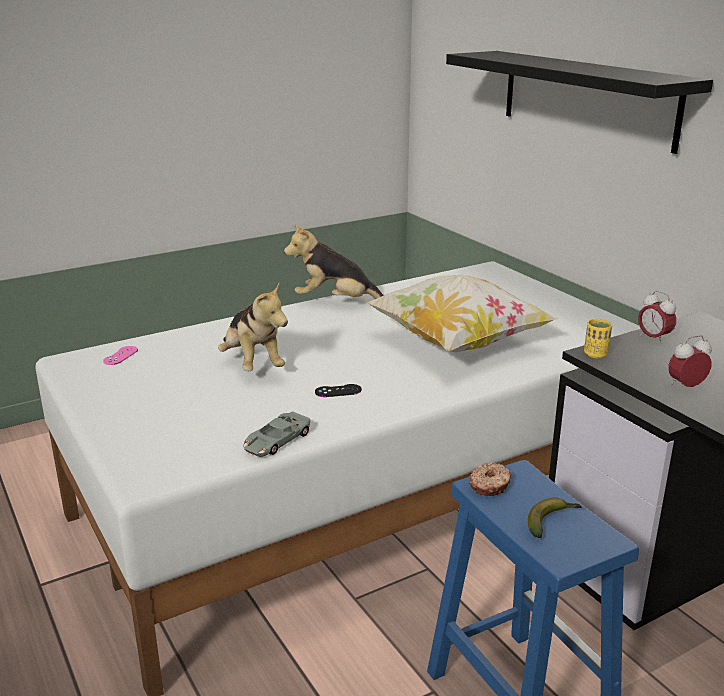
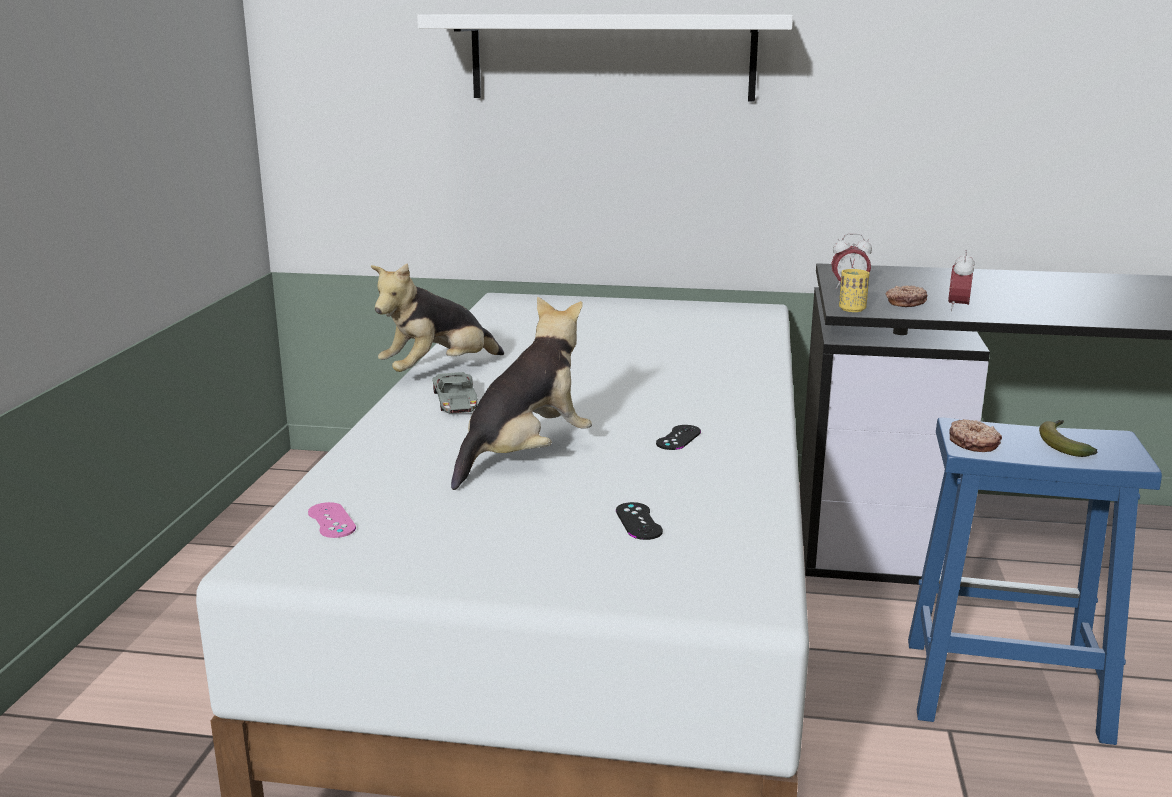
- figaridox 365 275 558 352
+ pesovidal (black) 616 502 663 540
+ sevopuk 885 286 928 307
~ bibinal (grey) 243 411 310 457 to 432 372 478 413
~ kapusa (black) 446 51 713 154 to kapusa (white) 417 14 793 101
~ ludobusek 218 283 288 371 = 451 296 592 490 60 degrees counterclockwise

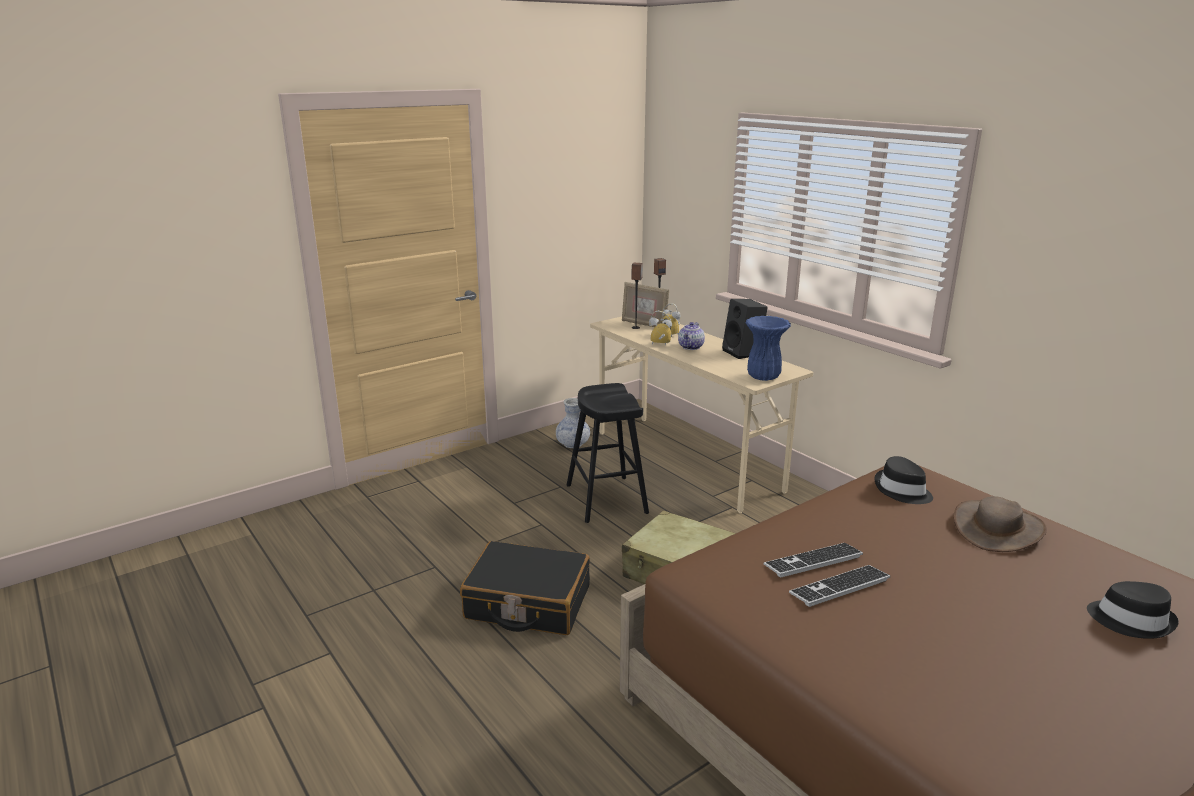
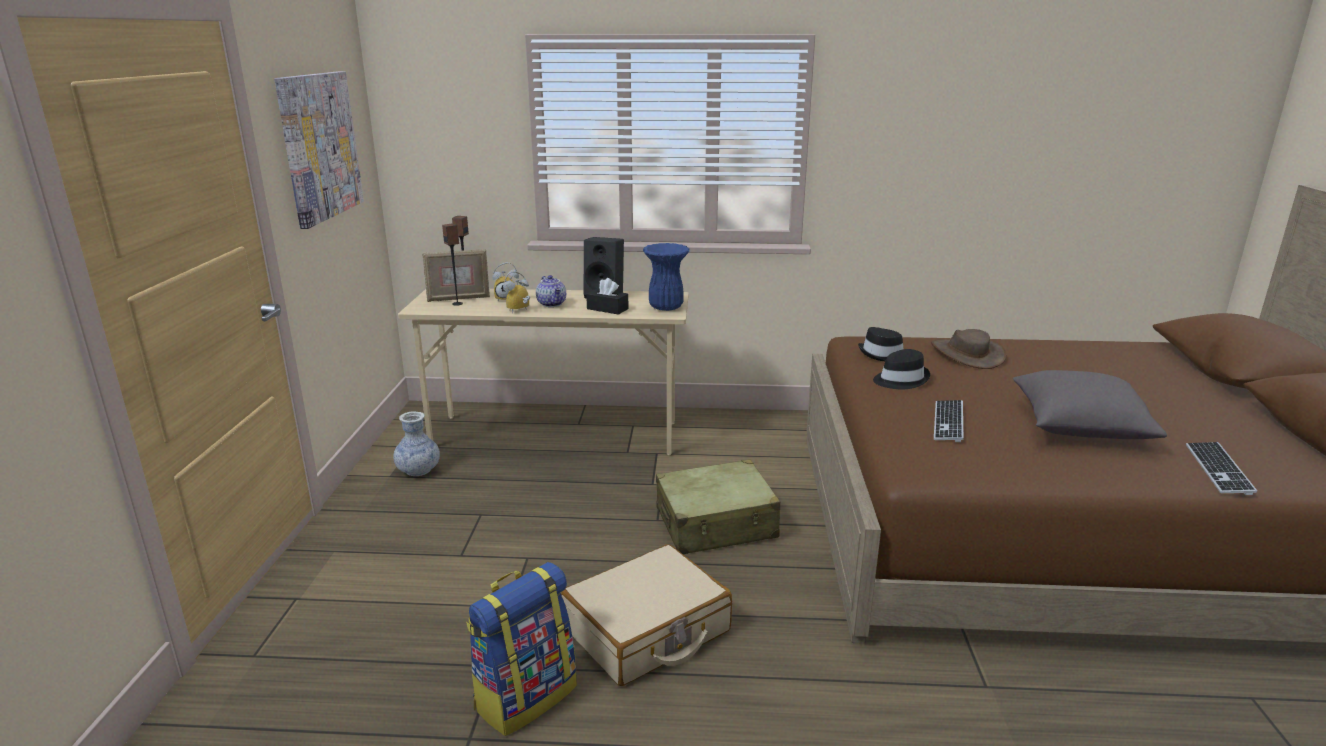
- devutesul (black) 566 383 649 523
+ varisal 274 71 364 229
+ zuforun 466 562 577 736
+ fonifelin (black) 586 278 629 315
+ figaridox (grey) 1013 370 1167 439
~ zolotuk 789 565 890 607 to 1186 442 1257 495
~ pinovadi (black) 1087 581 1179 639 to 873 349 930 389
~ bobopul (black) 460 541 590 635 to bobopul (beige) 561 544 732 686

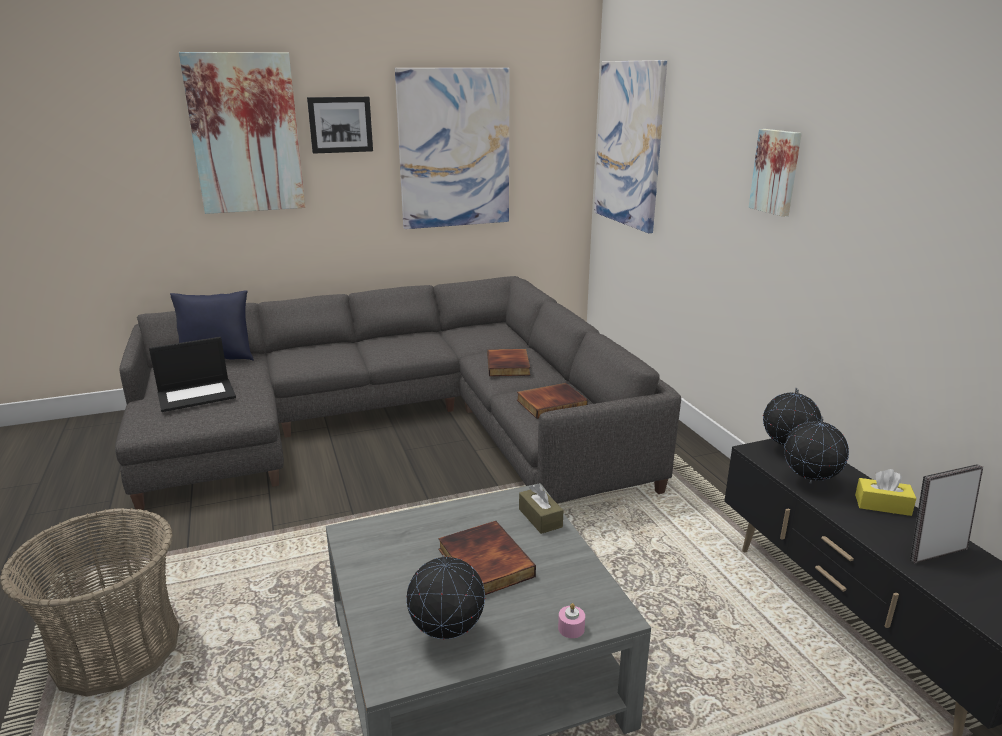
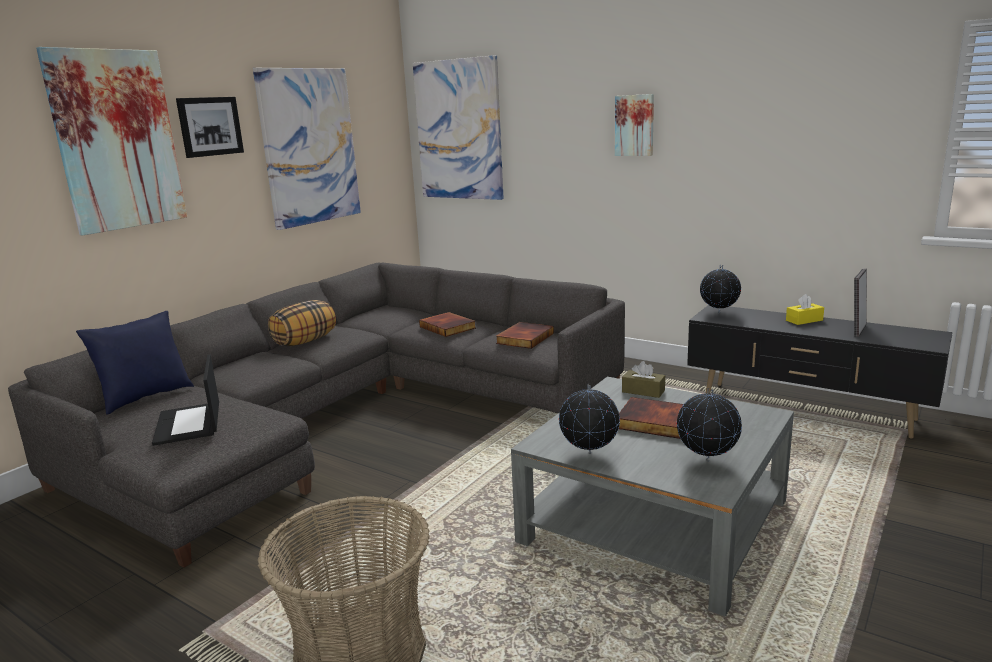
- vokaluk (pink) 558 603 585 638
+ figaridox 268 300 336 346
~ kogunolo 784 417 849 484 to 559 384 620 454
~ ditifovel 149 337 236 412 = 152 354 219 446 135 degrees clockwise

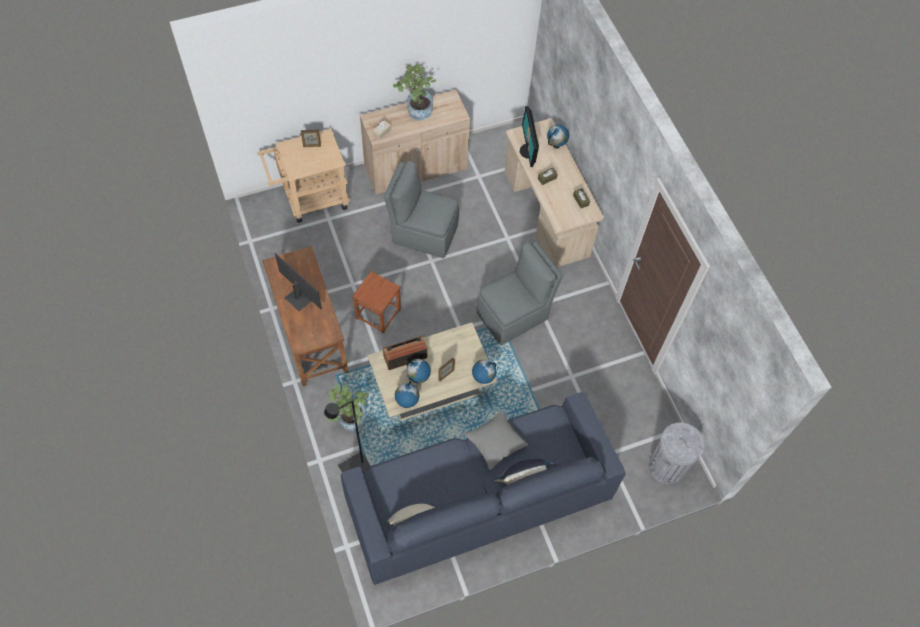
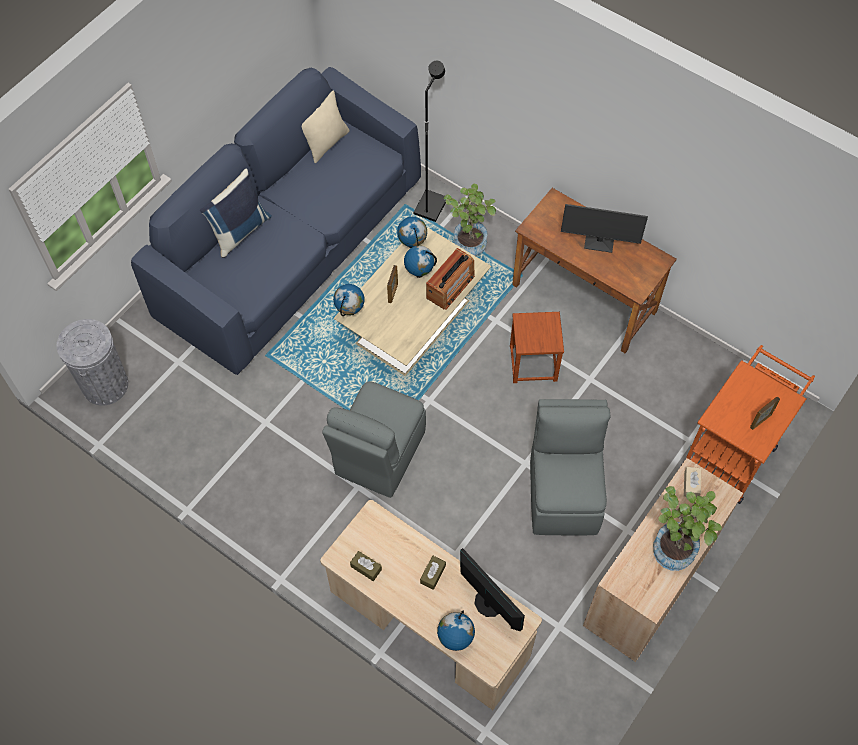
- figaridox (grey) 465 411 528 470
~ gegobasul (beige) 257 129 350 223 to gegobasul (orange) 682 345 815 504
~ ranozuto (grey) 384 161 459 258 = 530 399 610 535 75 degrees counterclockwise

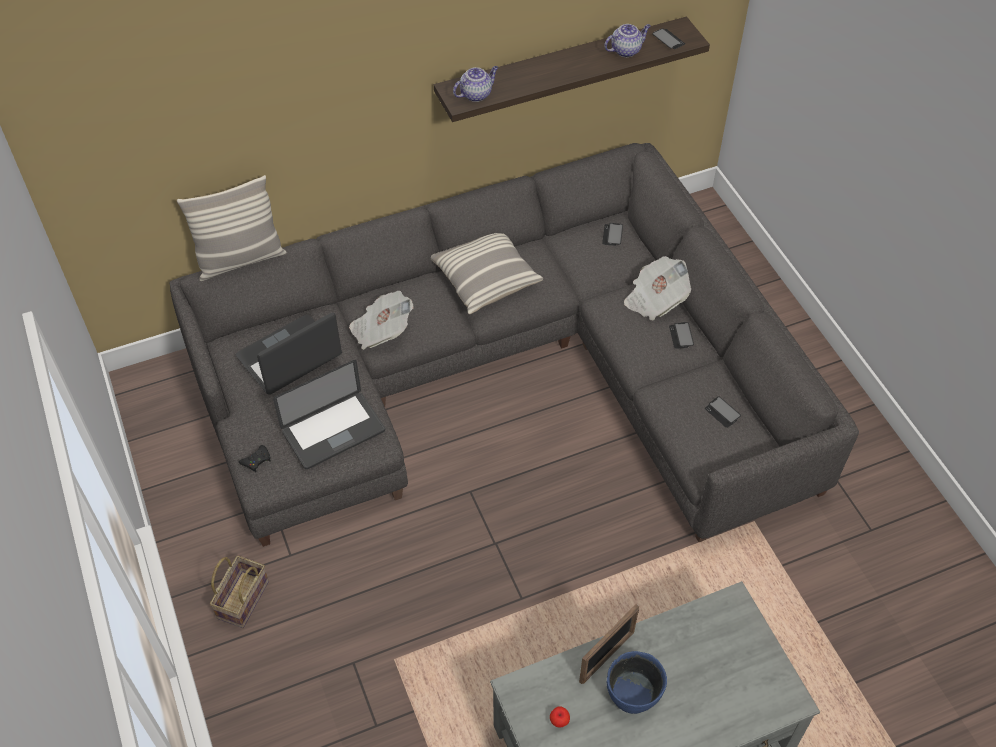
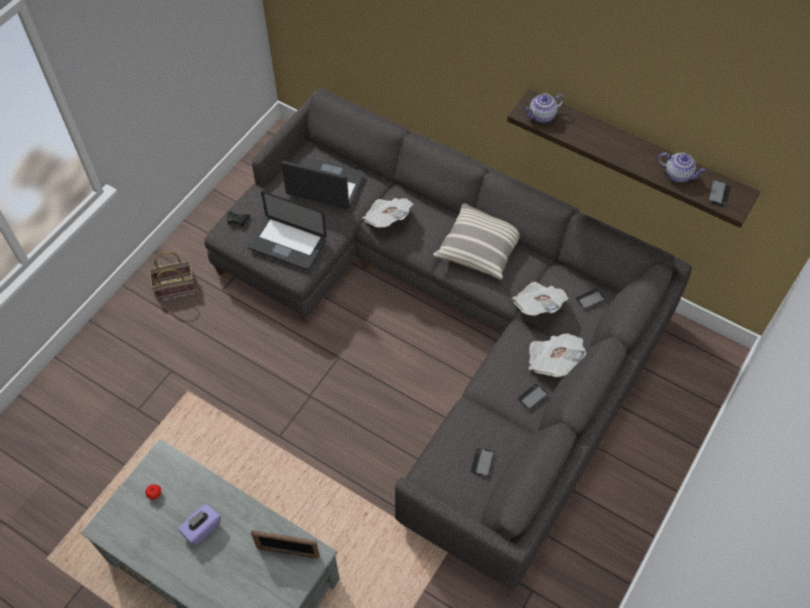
- figaridox 177 175 287 281
+ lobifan 512 282 568 316
~ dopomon 579 604 639 684 to 251 530 320 559
~ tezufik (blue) 607 651 667 714 to fonifelin (purple) 178 503 221 545
~ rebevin 453 66 498 102 = 523 94 564 123 135 degrees clockwise

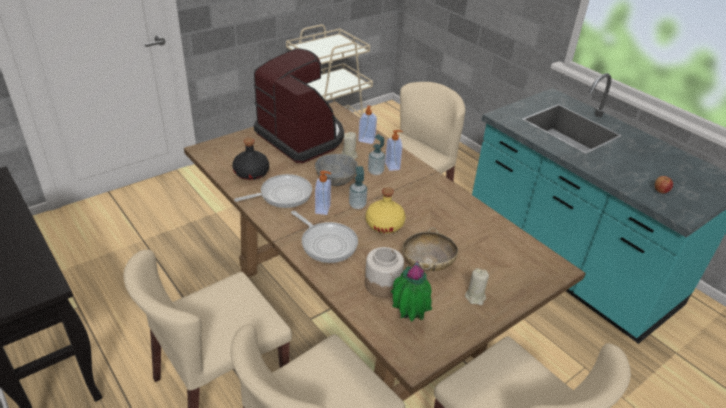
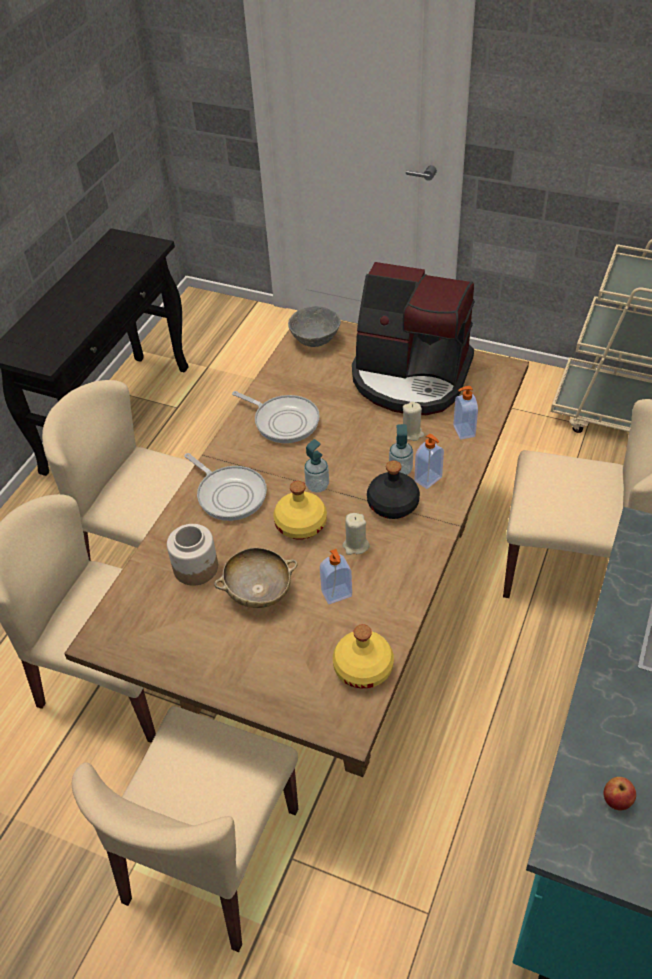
- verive 391 261 432 321
+ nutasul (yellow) 333 624 394 688
~ nutasul (black) 232 138 269 180 to 367 461 420 519
~ tezufik (grey) 315 154 358 186 to 288 306 341 347
~ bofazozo 315 171 331 215 to 320 549 352 604
~ vokaluk (beige) 465 268 489 305 to 342 513 370 555
~ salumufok 254 48 344 163 = 352 262 475 415 90 degrees clockwise
~ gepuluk 291 211 358 263 = 184 453 267 521 60 degrees counterclockwise

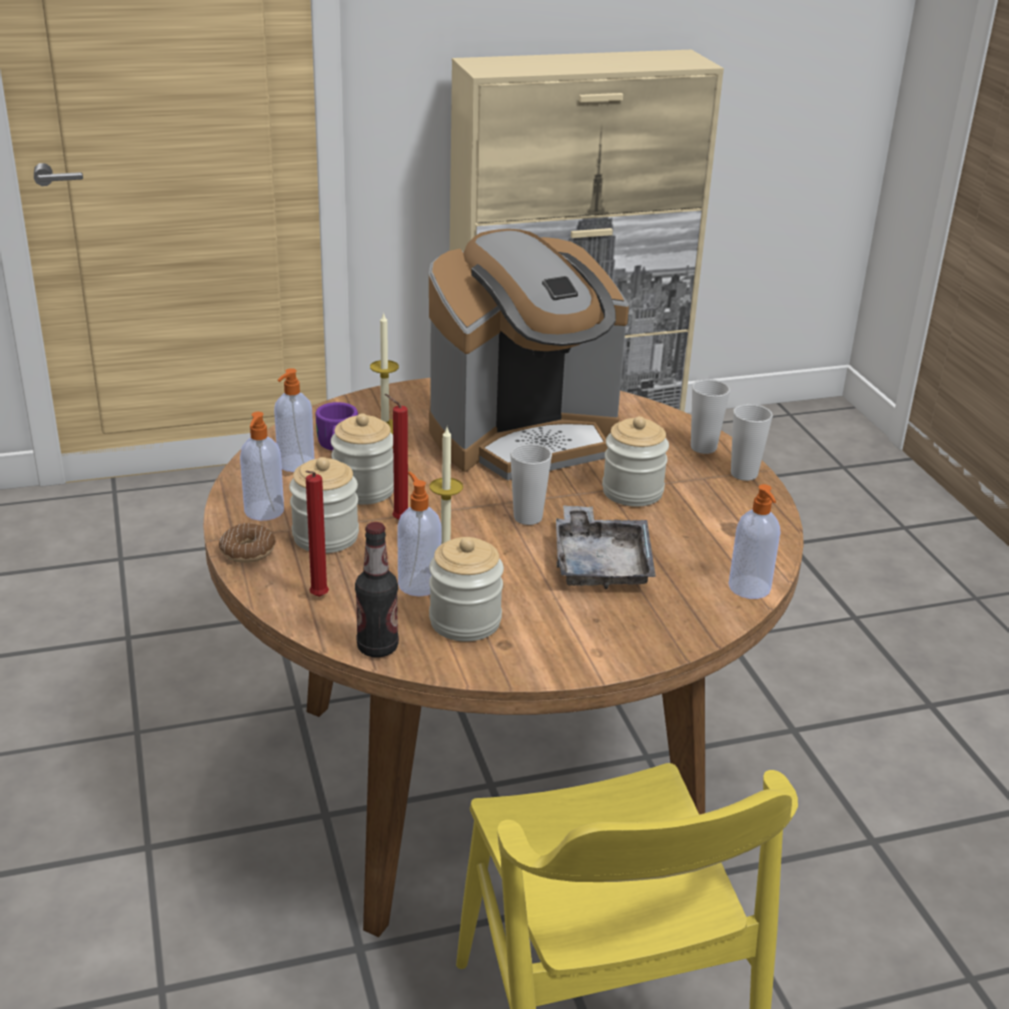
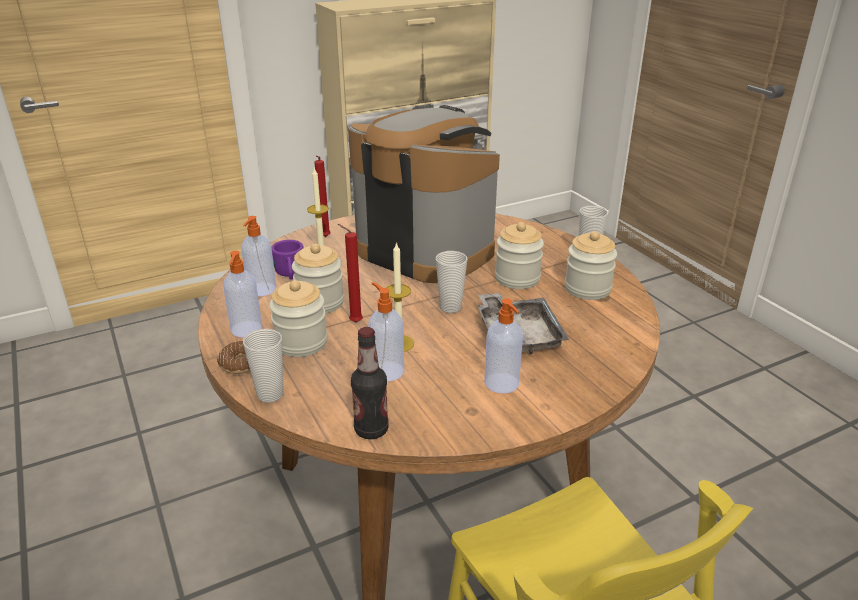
~ vokaluk (red) 306 471 329 597 to 314 155 331 237
~ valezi 429 537 504 641 to 565 231 617 300
~ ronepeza 691 379 730 454 to 243 329 283 403
~ bofazozo 728 484 781 599 to 484 298 523 394
~ salumufok 429 229 629 480 = 348 105 500 283 105 degrees counterclockwise

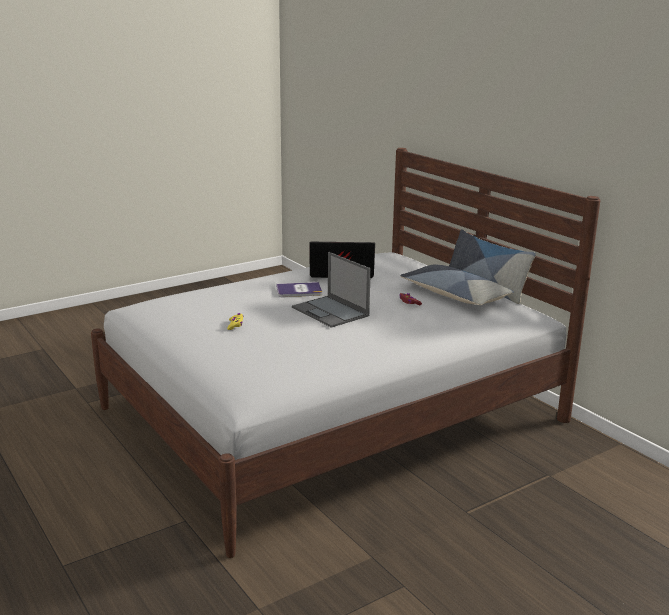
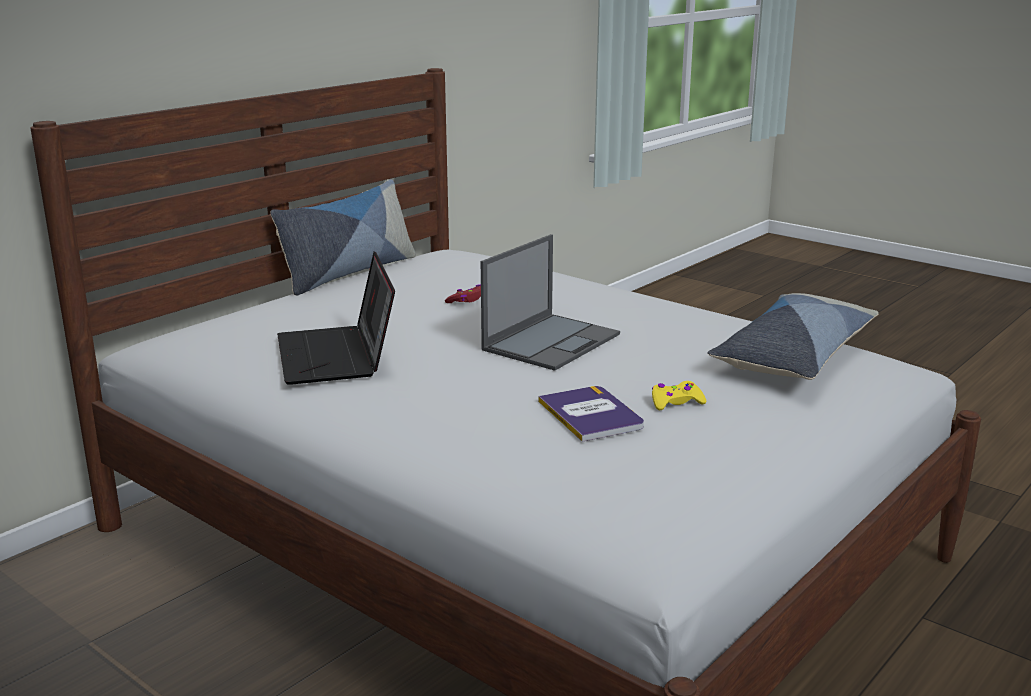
~ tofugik 276 282 322 297 to 538 386 644 442
~ figaridox 400 264 514 305 to 707 293 879 380

